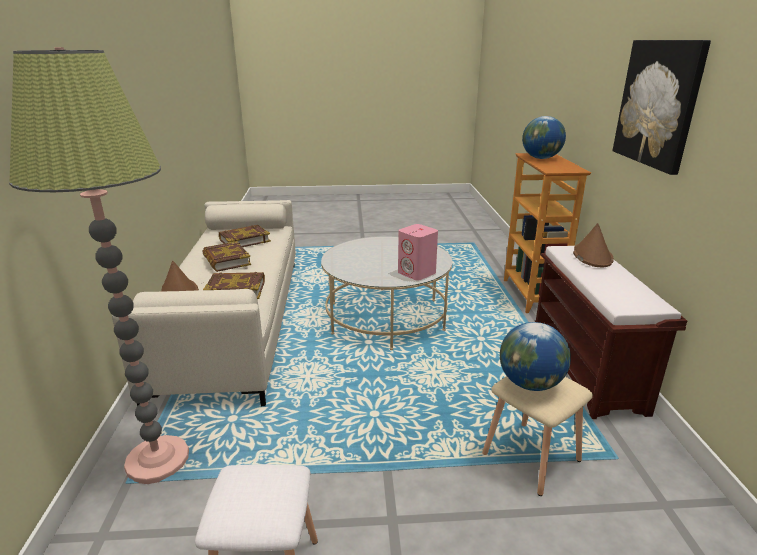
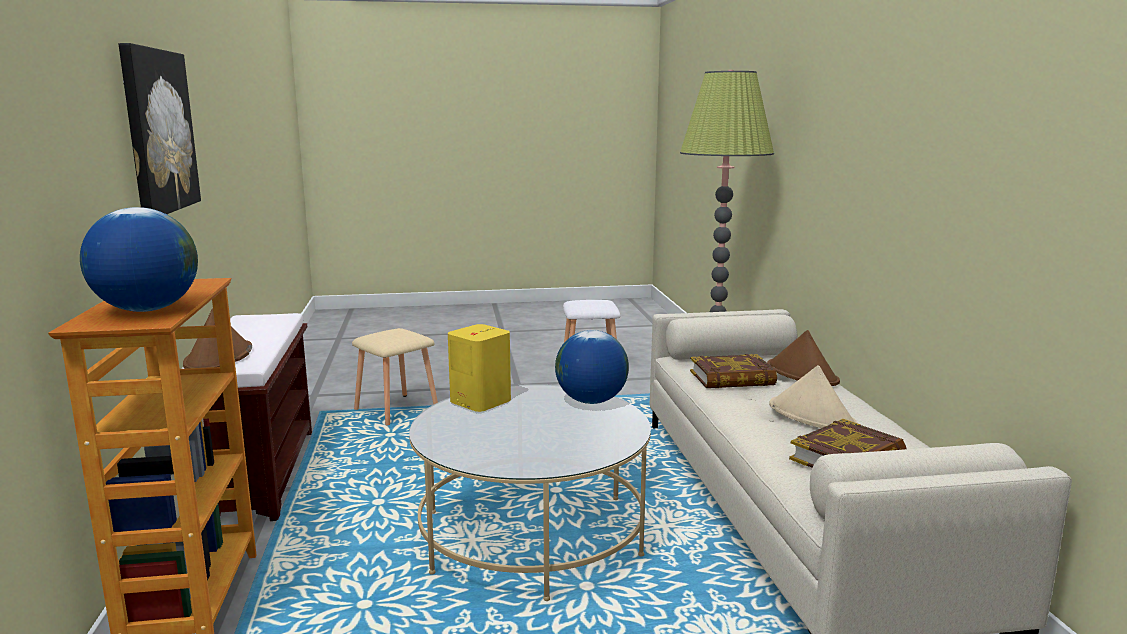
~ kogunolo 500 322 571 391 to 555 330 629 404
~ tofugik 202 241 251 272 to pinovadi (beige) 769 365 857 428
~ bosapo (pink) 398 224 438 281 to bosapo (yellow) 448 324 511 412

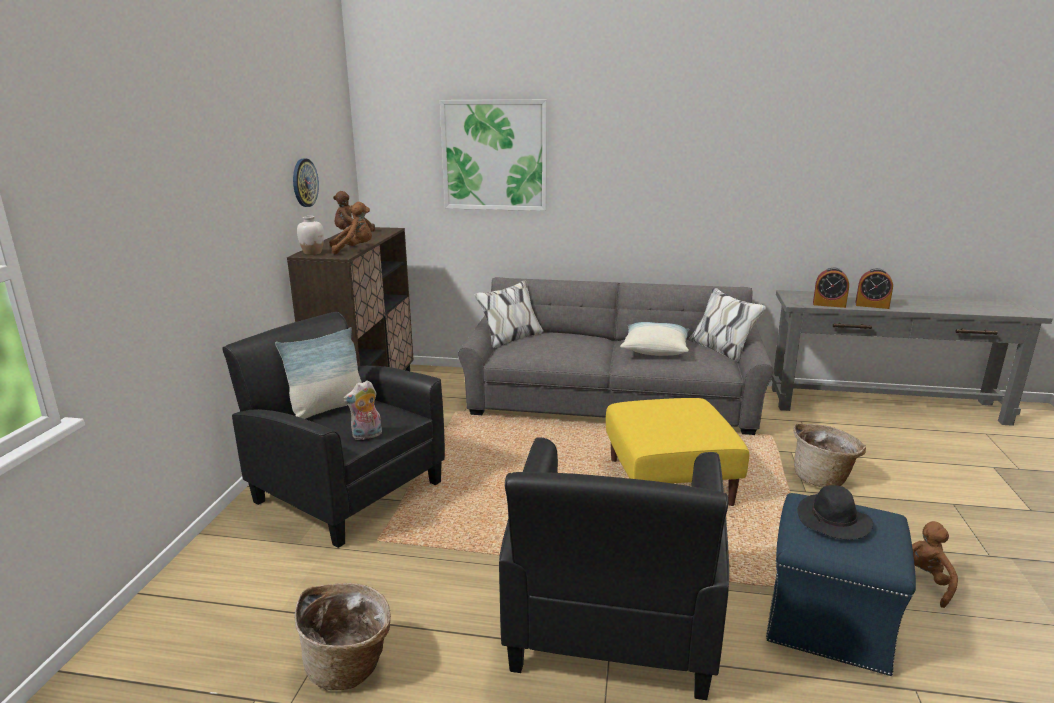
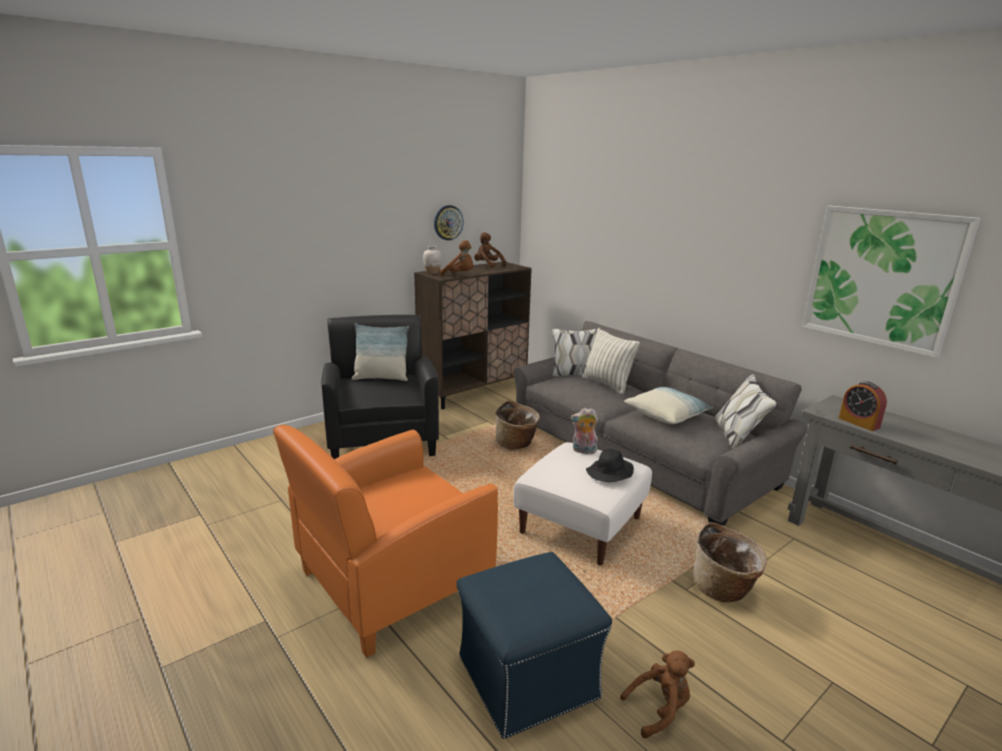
- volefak 855 268 893 309
+ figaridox 582 329 640 394
~ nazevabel 295 583 391 690 to 495 401 540 450
~ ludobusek 343 380 382 440 to 571 408 598 454
~ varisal 440 100 547 211 to 802 206 980 358
~ pinovadi (black) 797 485 873 540 to 586 449 634 482
~ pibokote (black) 499 437 729 700 to pibokote (orange) 273 425 498 658
~ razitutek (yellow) 606 398 749 506 to razitutek (white) 513 442 652 565

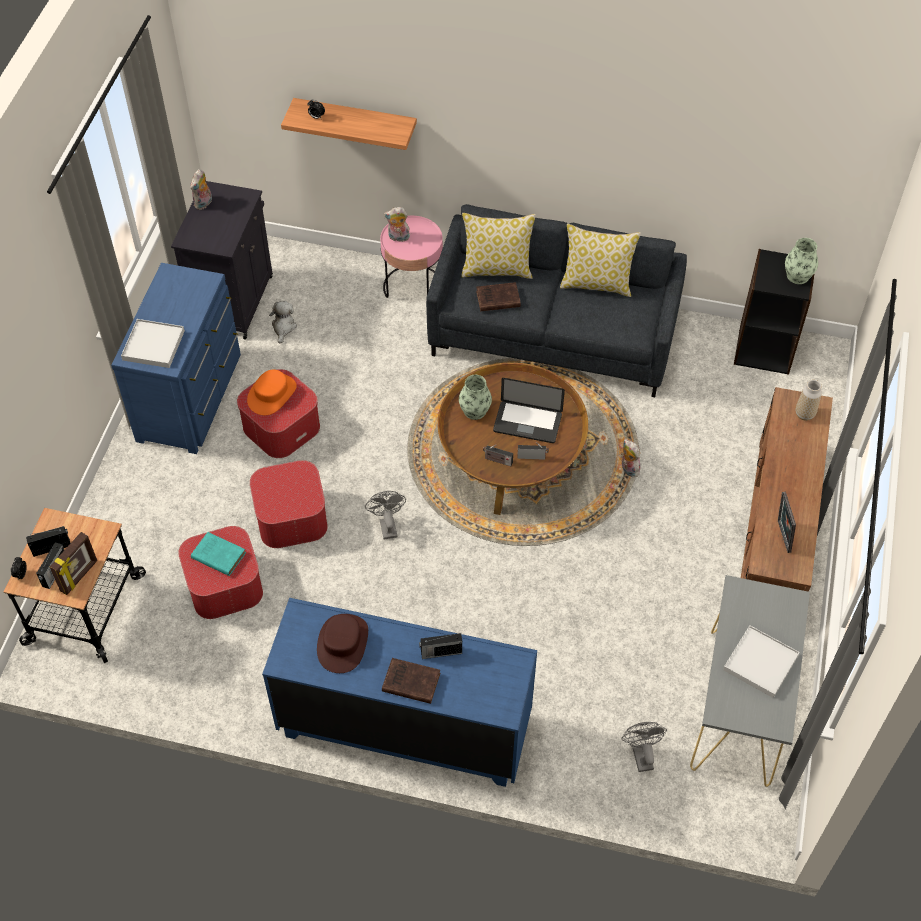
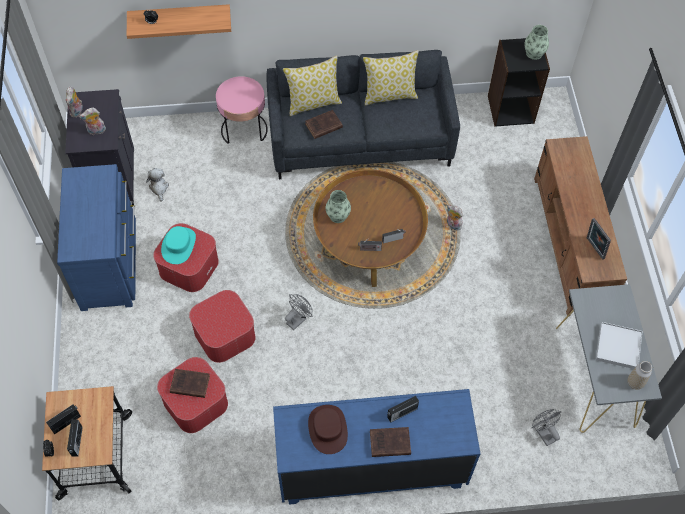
- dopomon 50 532 97 595
- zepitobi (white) 121 319 185 368
- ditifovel 493 378 565 443
~ ludobusek 384 207 410 242 to 79 108 106 135
~ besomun 796 380 822 421 to 628 361 652 390
~ tofugik (turquoise) 191 532 246 576 to tofugik (brown) 170 369 210 398
~ pinovadi (orange) 247 369 297 415 to pinovadi (turquoise) 161 226 196 264
~ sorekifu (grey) 365 491 406 539 = 285 294 312 330 75 degrees clockwise

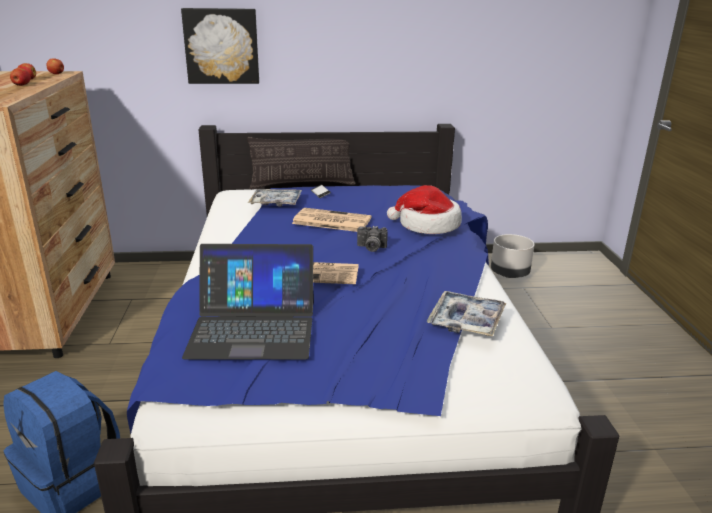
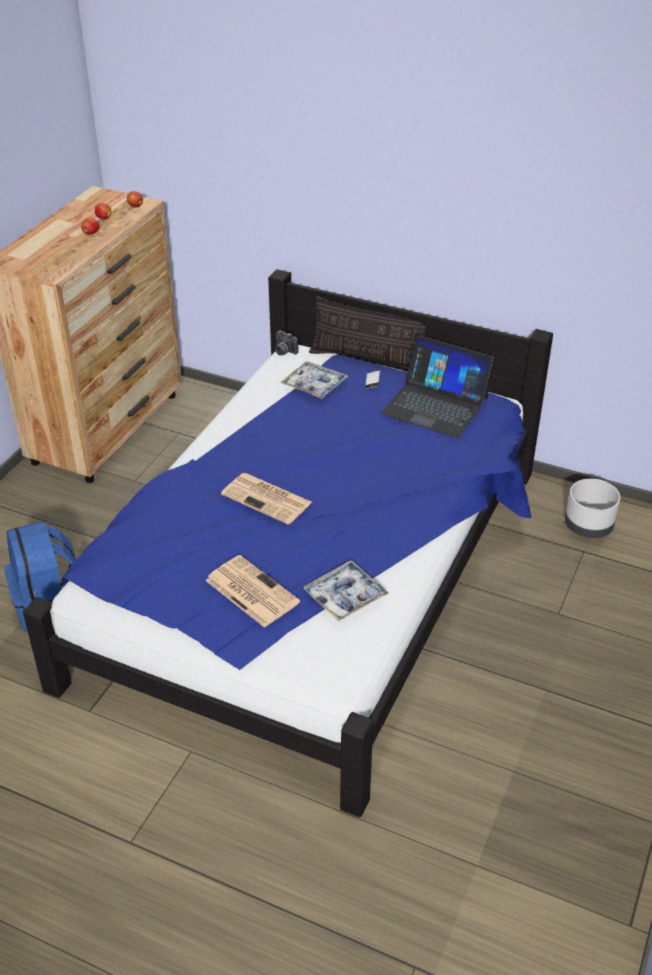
- varisal 181 8 259 84
- pinovadi 387 185 462 234
~ ditifovel 182 244 314 360 to 381 335 494 438
~ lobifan 292 208 372 232 to 205 555 300 628
~ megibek 357 225 388 252 to 275 330 299 356

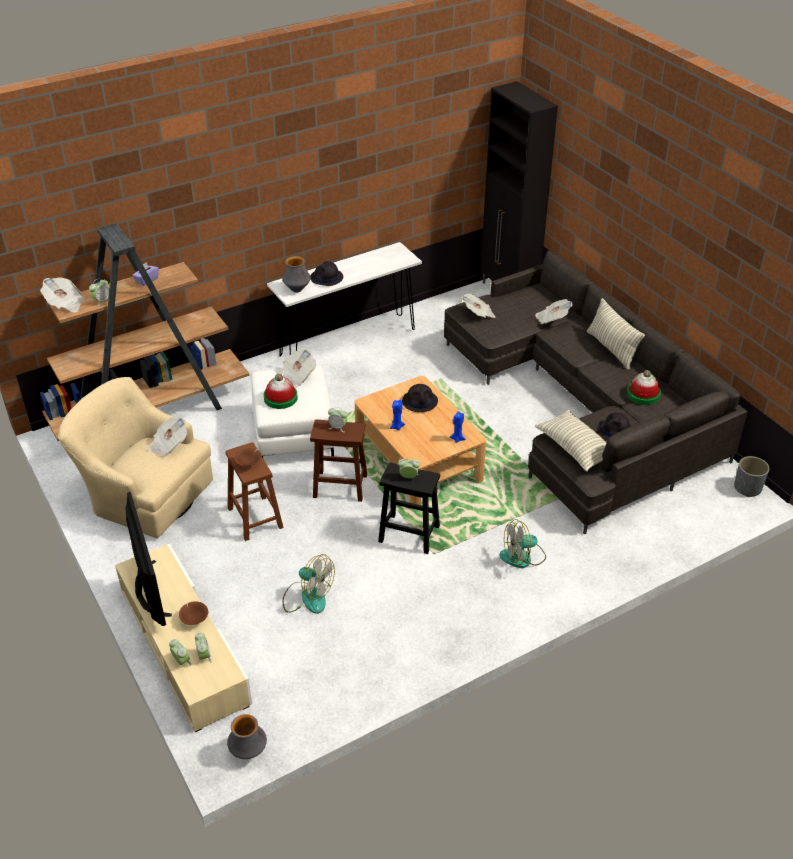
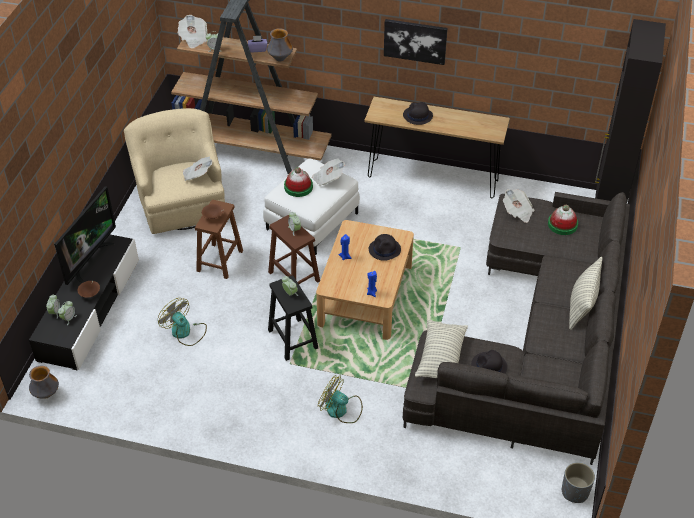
- lobifan 535 299 573 324
+ varisal 384 19 448 65
~ besomun 282 256 311 292 to 267 28 293 62
~ pinovadi 627 370 661 405 to 548 205 578 235
~ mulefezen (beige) 115 544 252 732 to mulefezen (black) 29 235 139 370
~ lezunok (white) 267 242 422 357 to lezunok (brown) 364 97 510 198
~ sorekifu 283 554 335 614 = 158 298 207 346 150 degrees clockwise

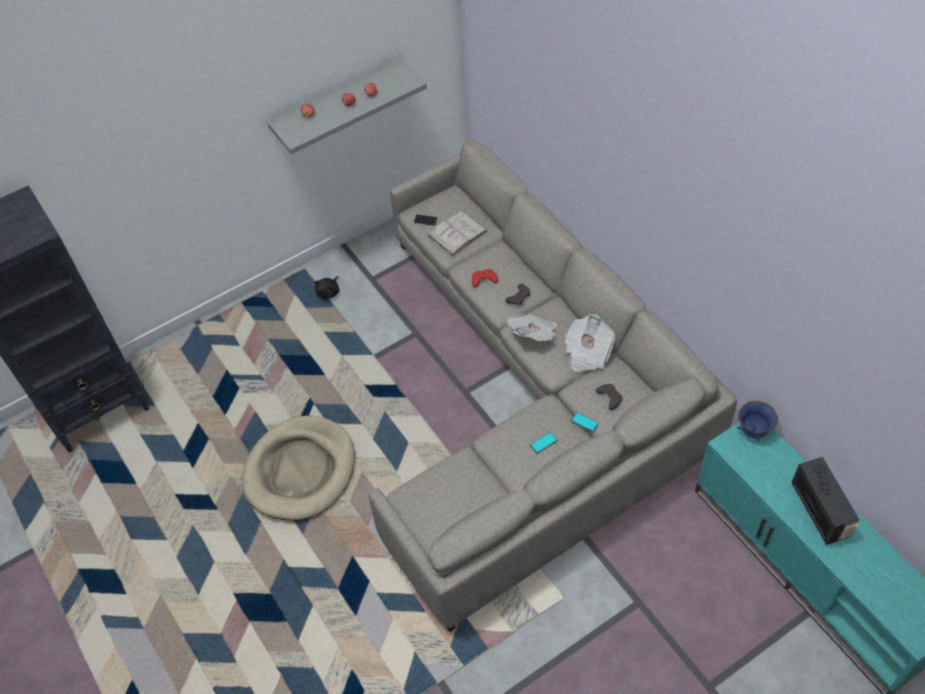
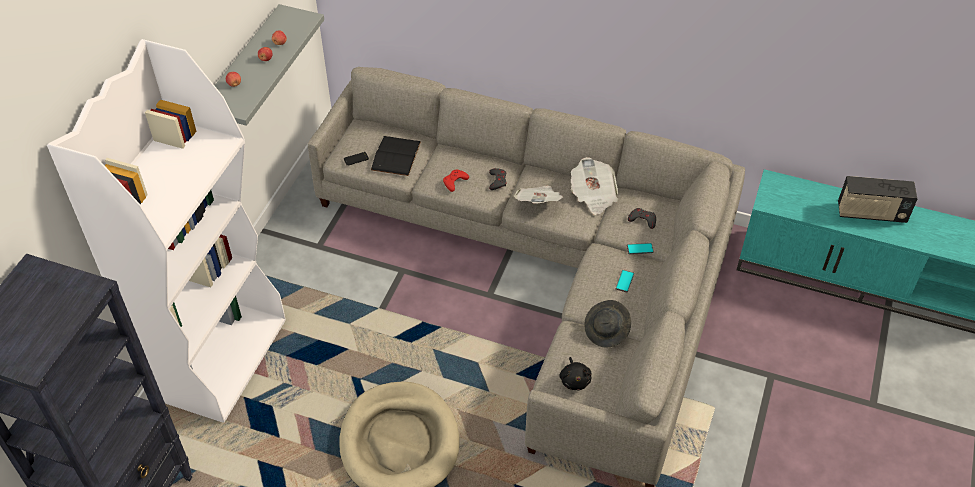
- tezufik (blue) 737 400 778 441
+ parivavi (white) 47 39 286 423
+ pinovadi (grey) 585 300 631 348
~ ludobusek (black) 315 276 339 299 to 559 357 592 390
~ tofugik (white) 428 211 488 256 to tofugik (black) 371 136 421 176
~ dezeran 792 457 859 545 = 838 176 917 223 150 degrees clockwise

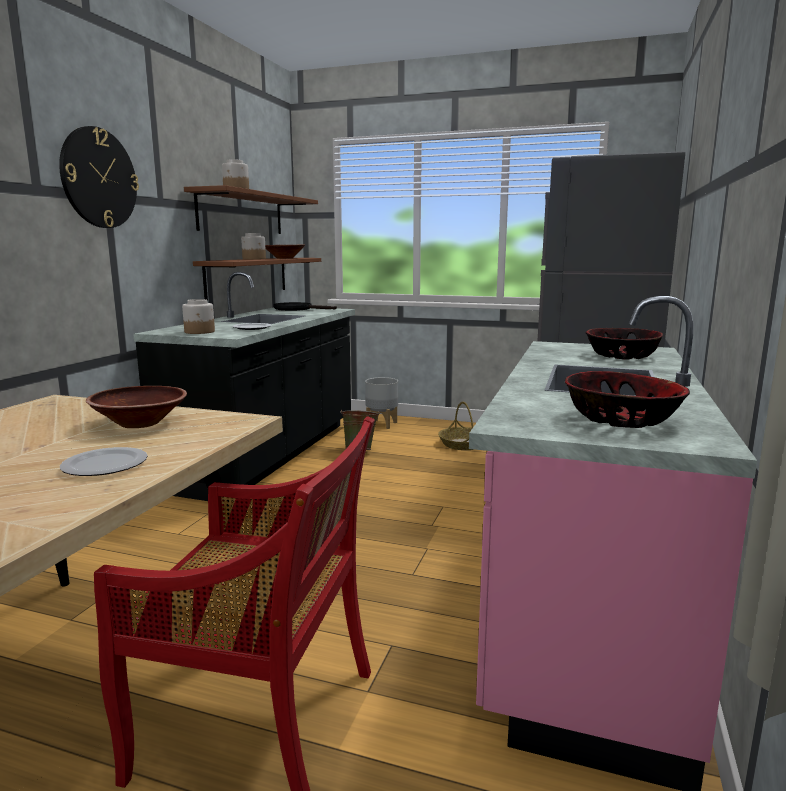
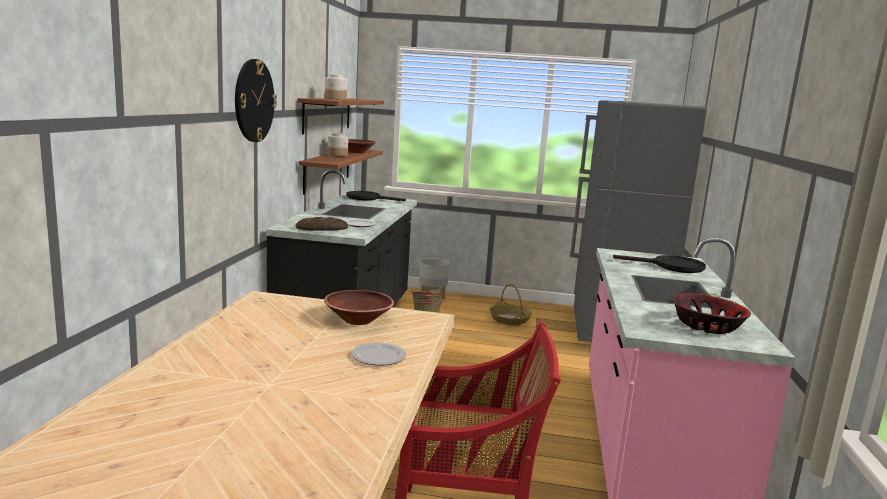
~ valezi 182 299 215 334 to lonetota 296 217 348 231
~ tezufik 586 328 663 360 to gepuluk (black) 613 255 706 273

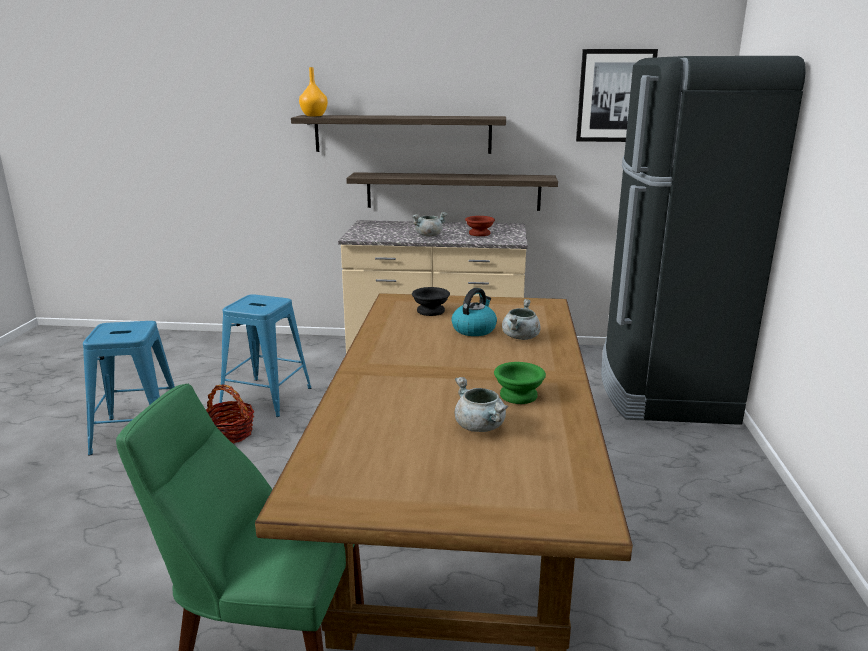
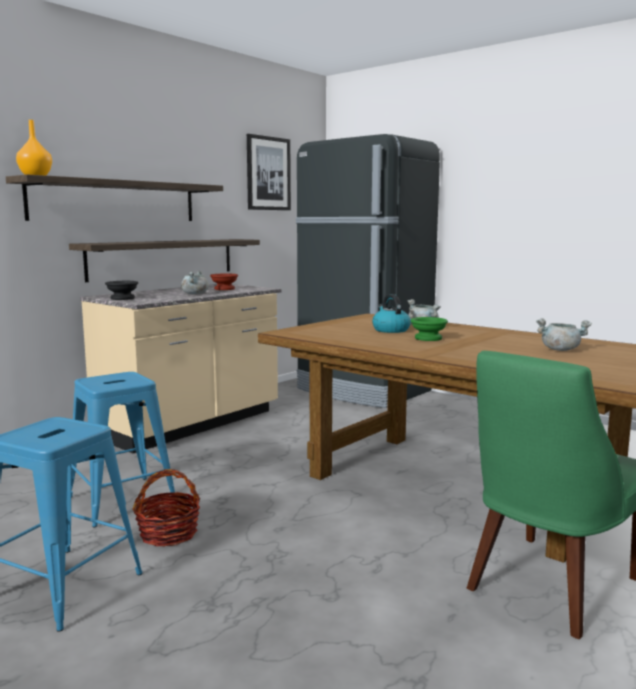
~ tezufik (black) 412 287 450 316 to 105 281 138 300
~ tezufik (green) 494 362 546 404 to 410 317 448 341

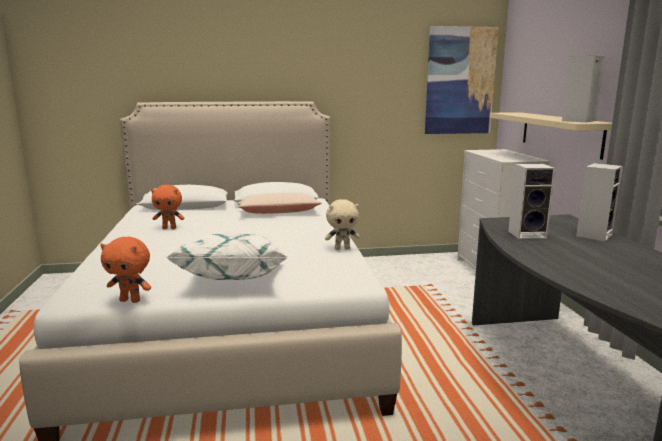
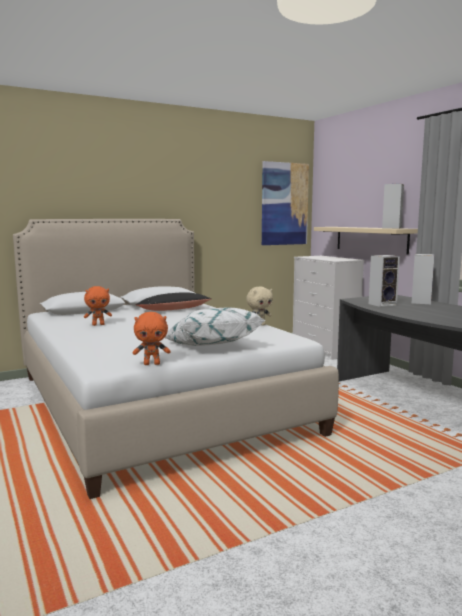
~ figaridox (beige) 237 193 322 214 to figaridox (black) 135 292 212 311

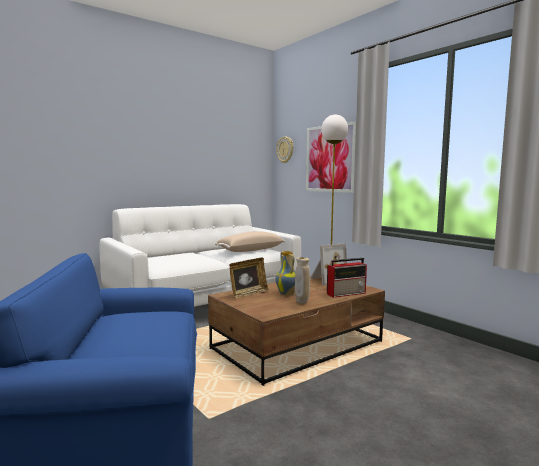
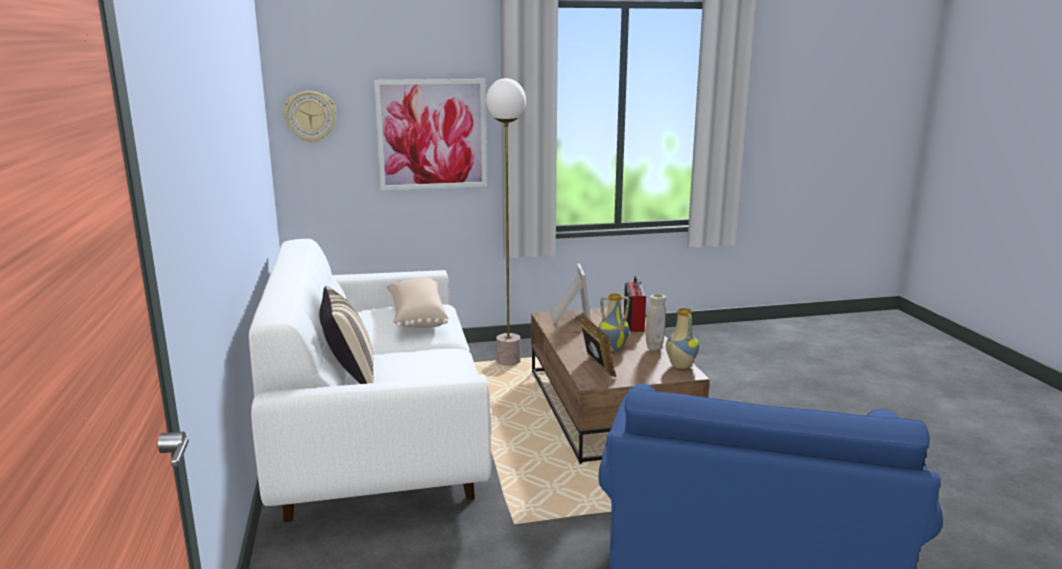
+ figaridox (beige) 319 286 374 384
+ besomun 666 307 699 369

